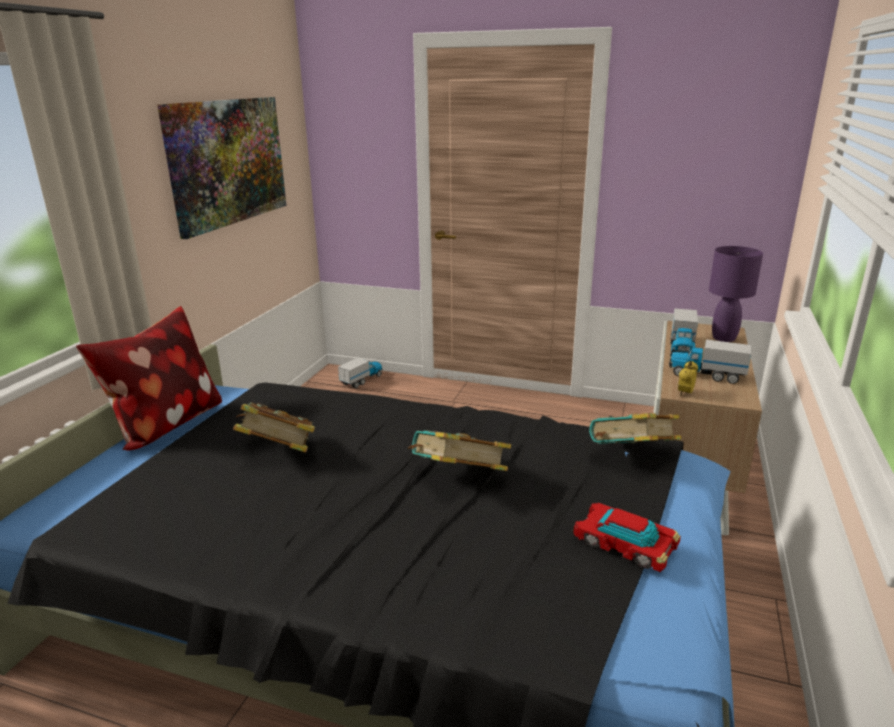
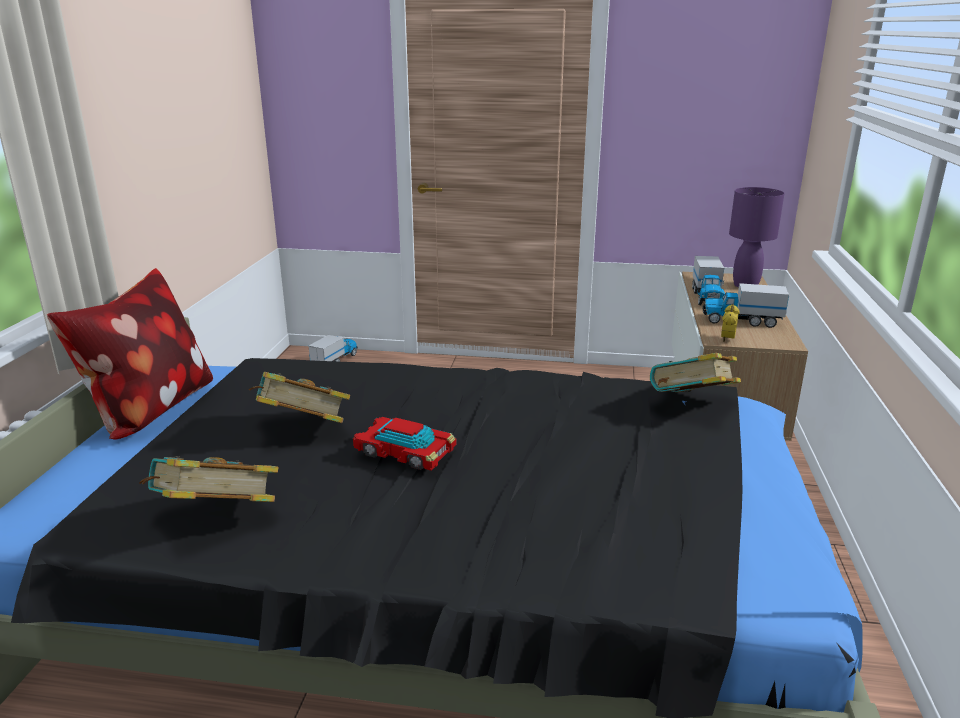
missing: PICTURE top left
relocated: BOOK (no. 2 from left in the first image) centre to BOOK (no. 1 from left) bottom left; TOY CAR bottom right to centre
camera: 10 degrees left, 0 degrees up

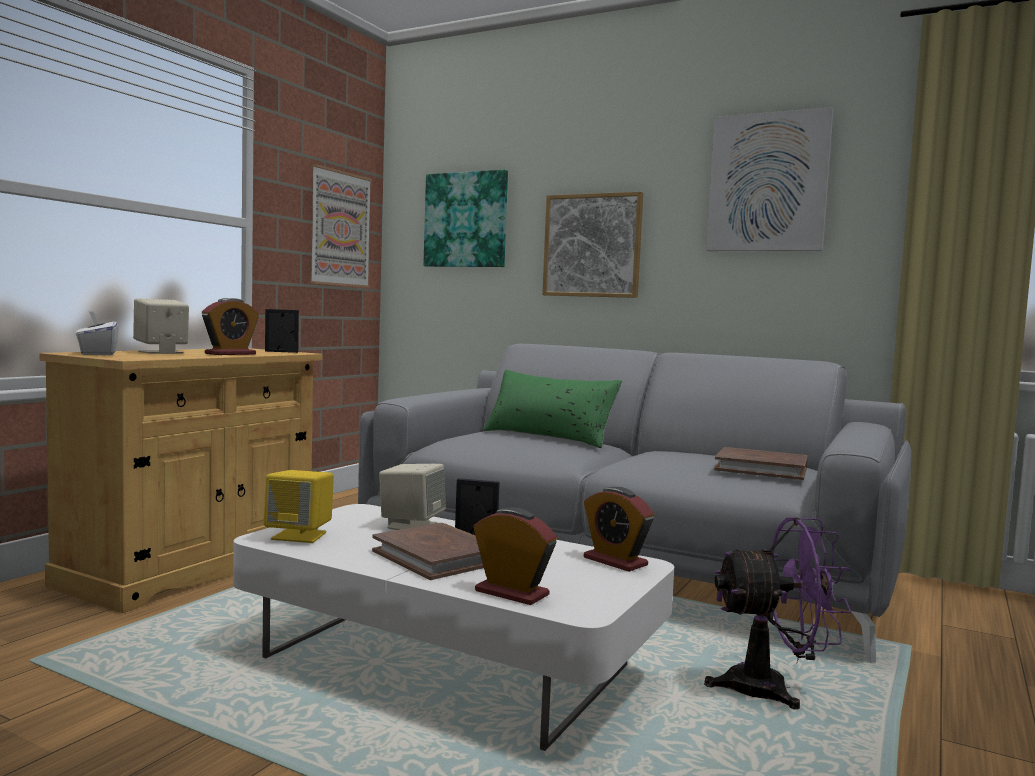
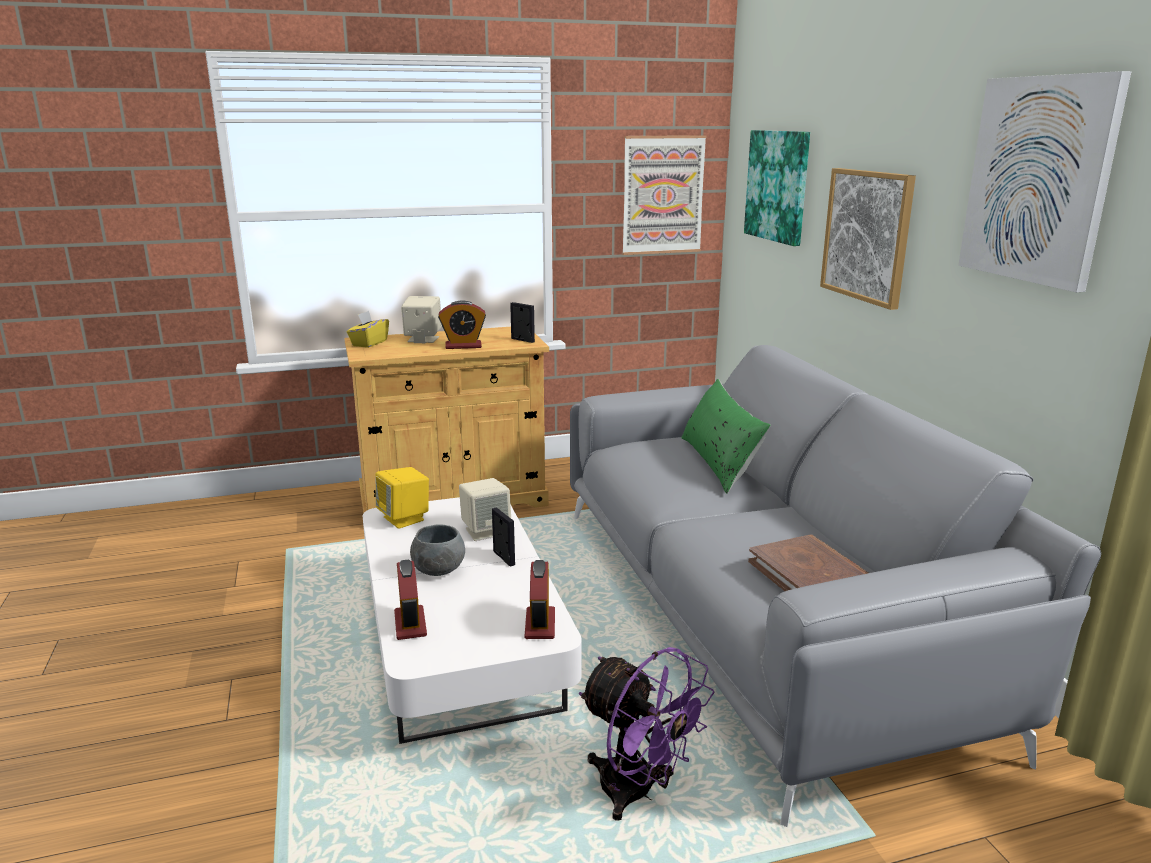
exchanged: BROWN BOOK (no. 1 from left) bottom centre to GREY BOWL centre
colour: WHITE TISSUE BOX middle left to YELLOW TISSUE BOX middle left
camera: 45 degrees right, 15 degrees up

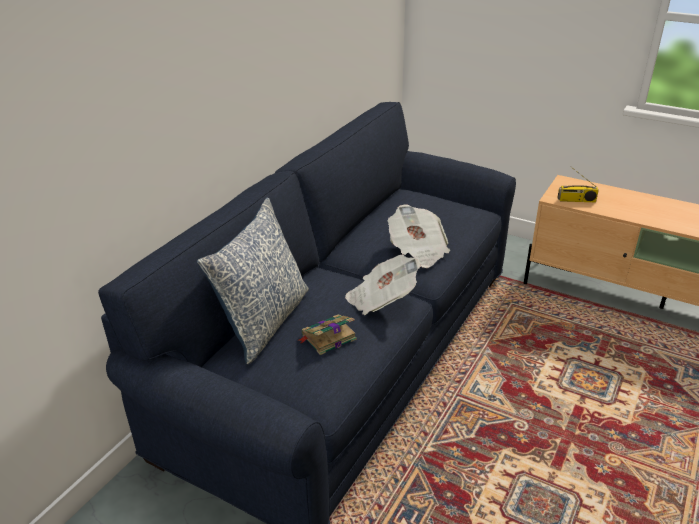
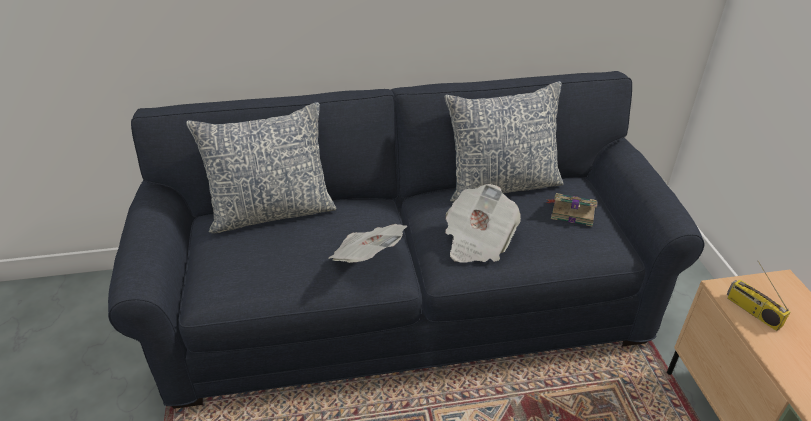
appeared: PILLOW (no. 2 from left) centre
relocated: BOOK centre to middle right
camera: 50 degrees right, 5 degrees up

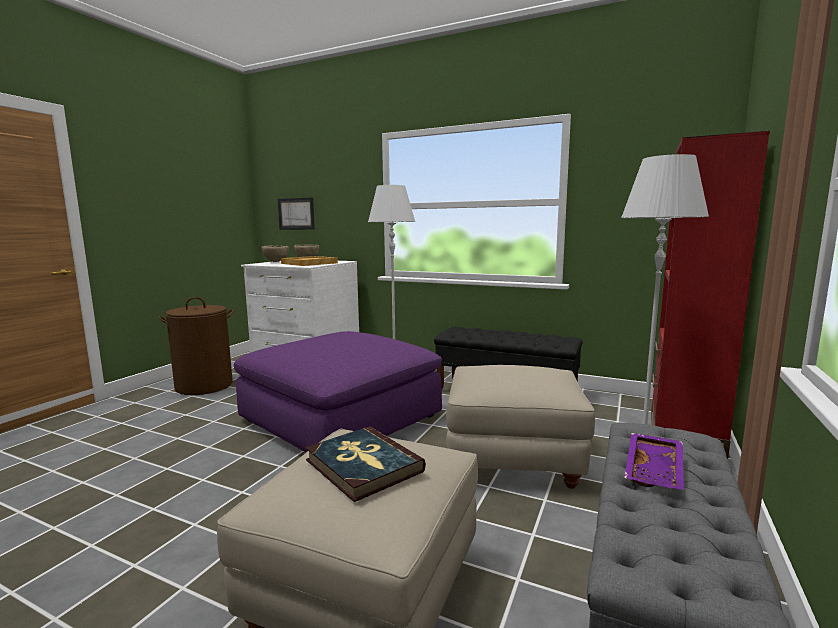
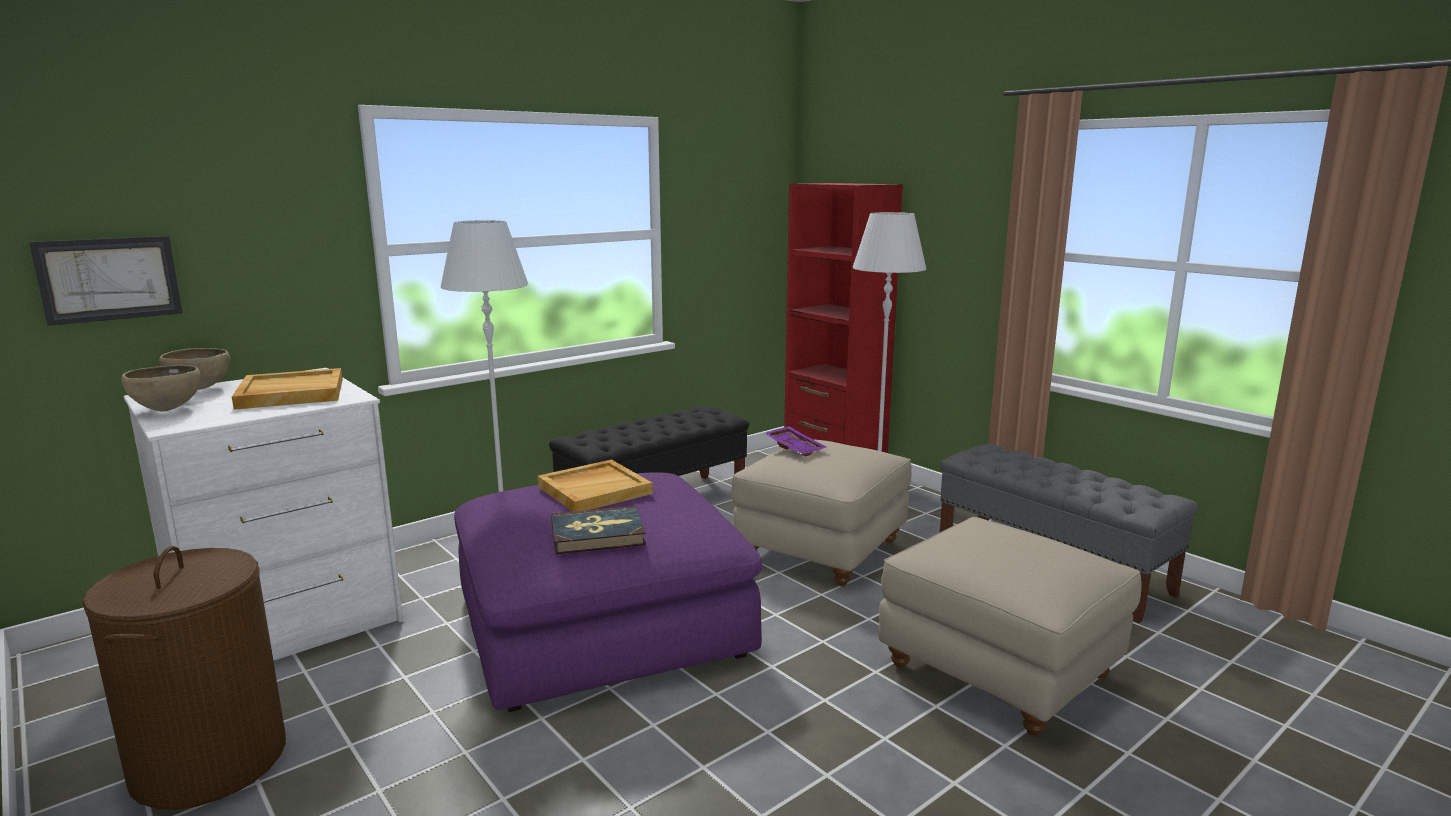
appeared: BEIGE TRAY (no. 2 from left) centre
relocated: BOOK bottom centre to centre; PURPLE TRAY bottom right to centre
camera: 65 degrees left, 5 degrees up

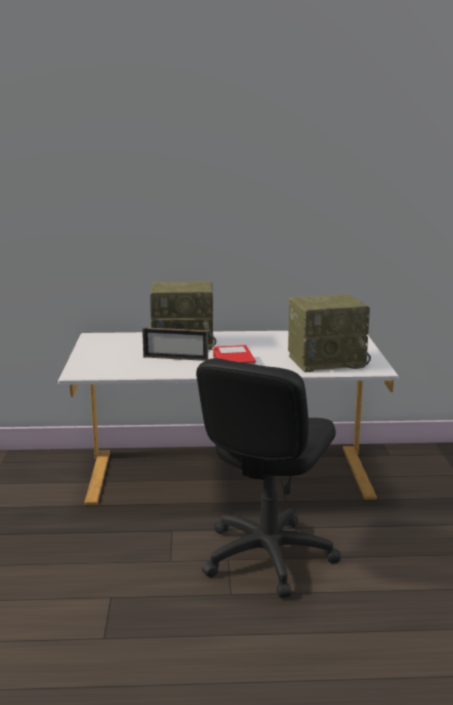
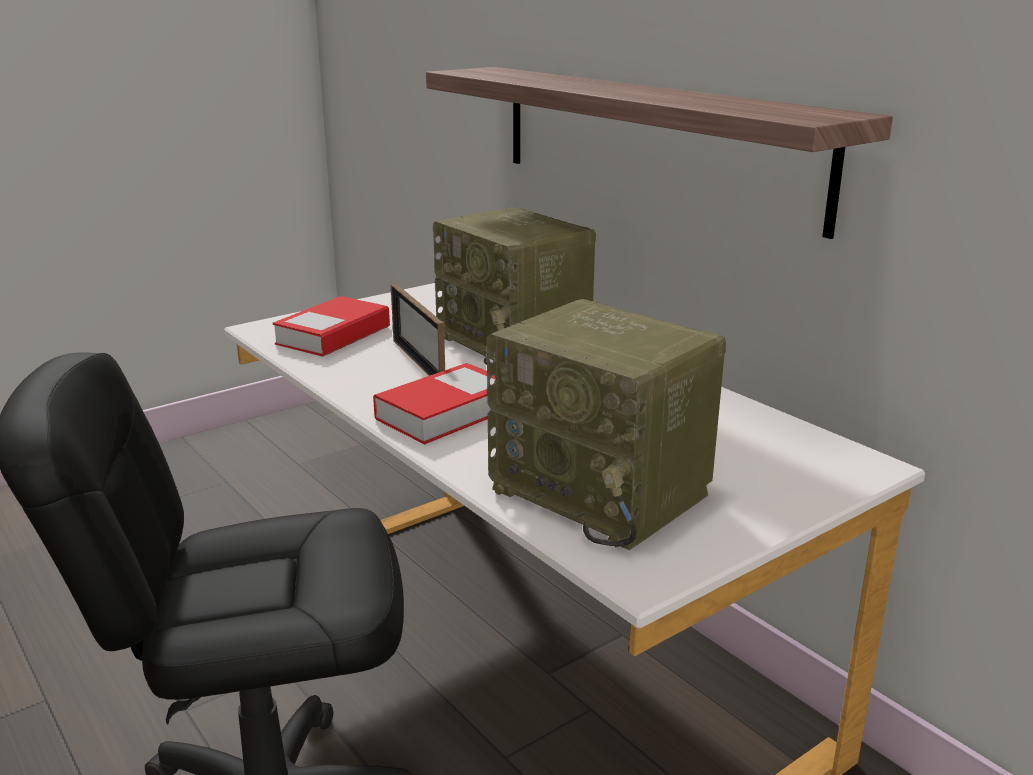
appeared: BOOK (no. 1 from left) middle left; SHELF top centre
camera: 55 degrees right, 5 degrees up

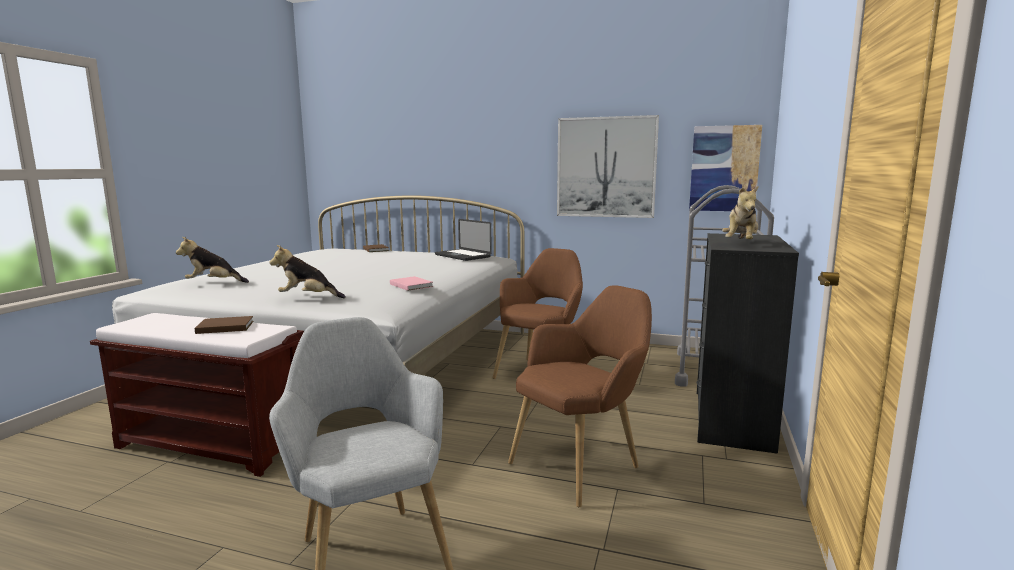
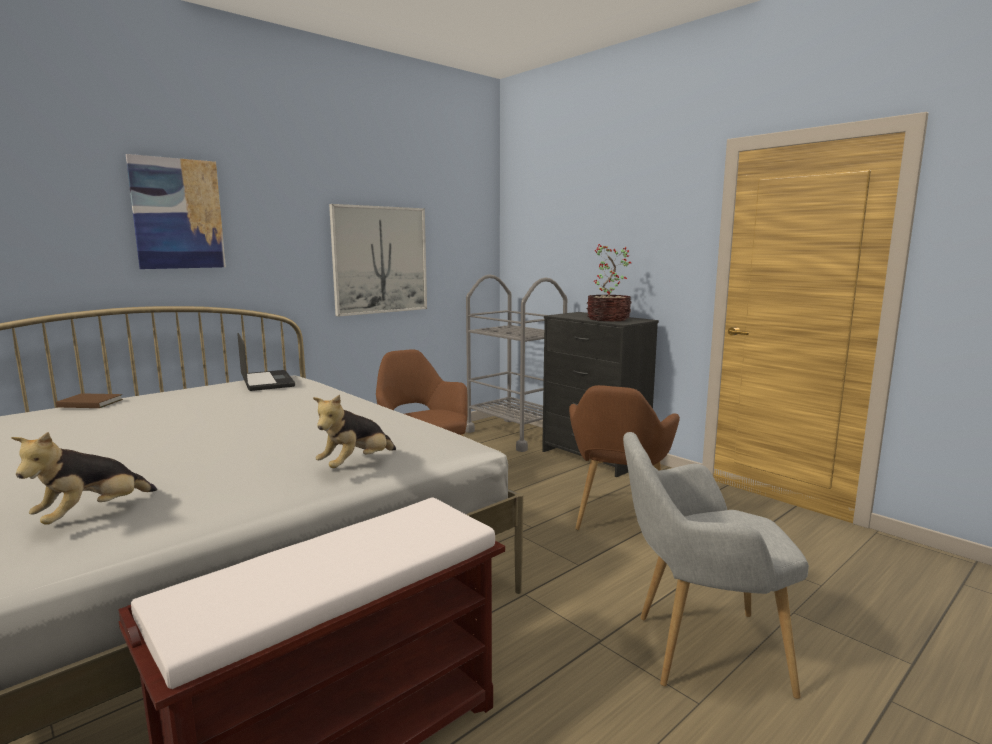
missing: BROWN BOOK (no. 1 from left) middle left; PINK BOOK centre
relocated: PICTURE (no. 2 from left in the first image) top right to PICTURE (no. 1 from left) top left
exchanged: PLUSH TOY (no. 3 from left) middle right to POTTED PLANT centre
spun: LAPTOP centre = middle left 105 degrees counterclockwise; BROWN ARMCHAIR (no. 2 from left) bottom centre = centre 150 degrees counterclockwise
camera: 60 degrees left, 0 degrees up

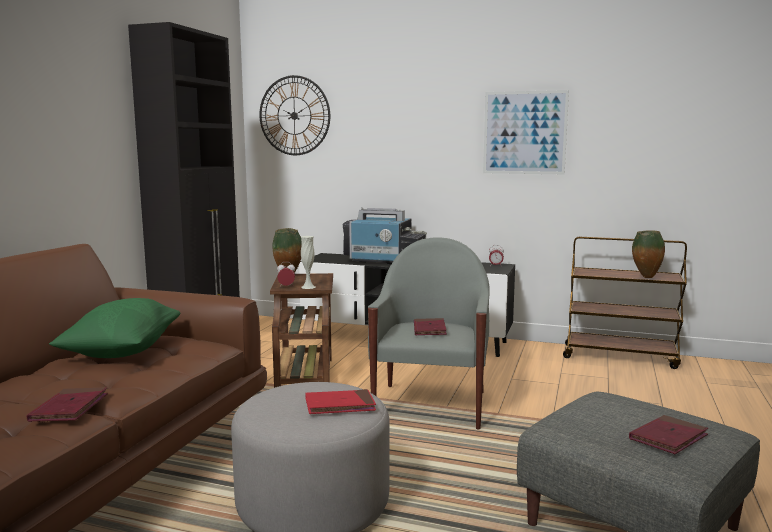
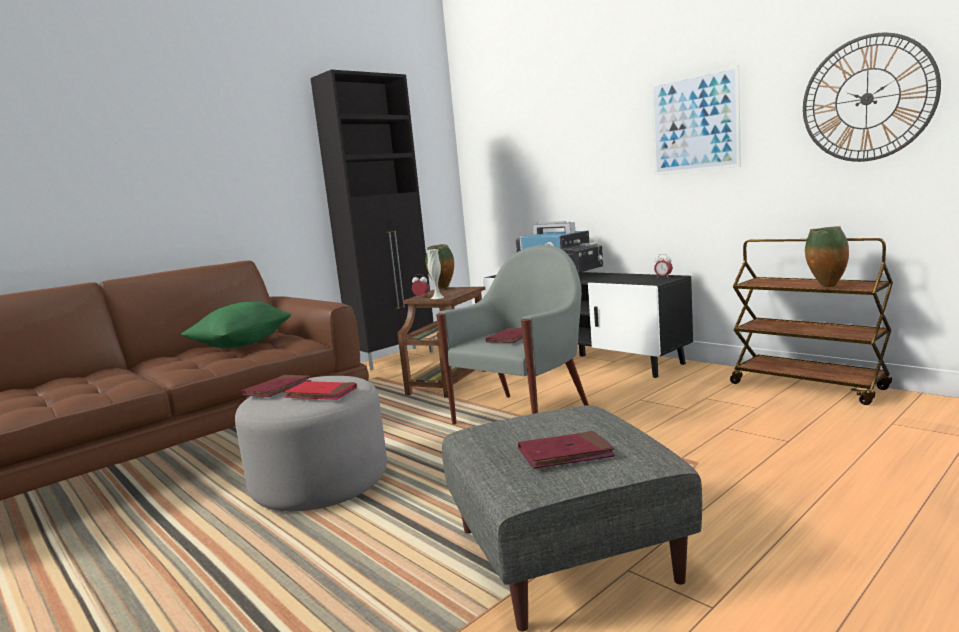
relocated: RED BOOK (no. 1 from left) bottom left to middle left; WALL CLOCK top centre to top right
camera: 30 degrees right, 0 degrees up

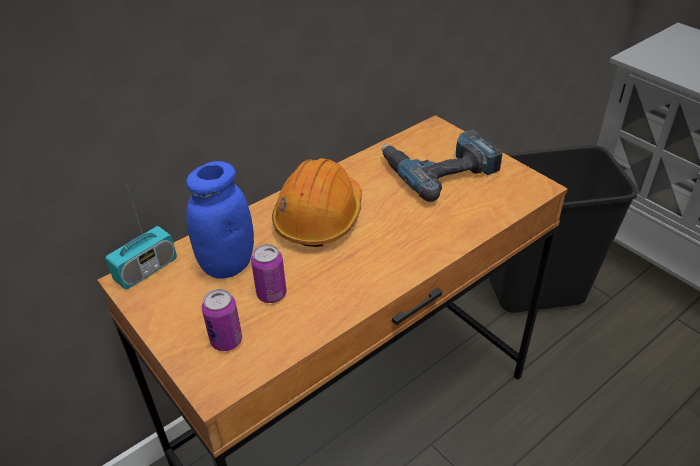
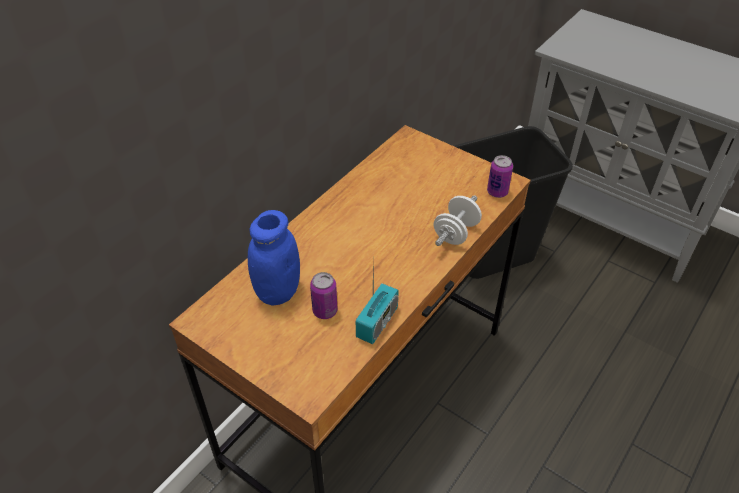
missing: ORANGE HARD HAT centre; POWER DRILL centre
appeared: WHITE DUMBBELL centre
relocated: RADIO middle left to centre; CAN (no. 1 from left in the first image) bottom left to CAN (no. 2 from left) middle right
camera: 15 degrees left, 5 degrees up

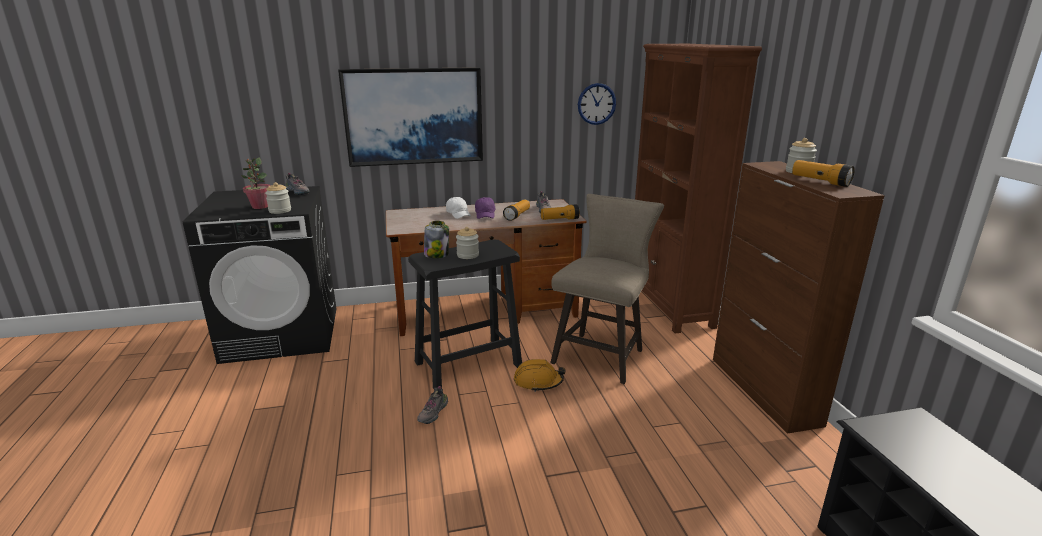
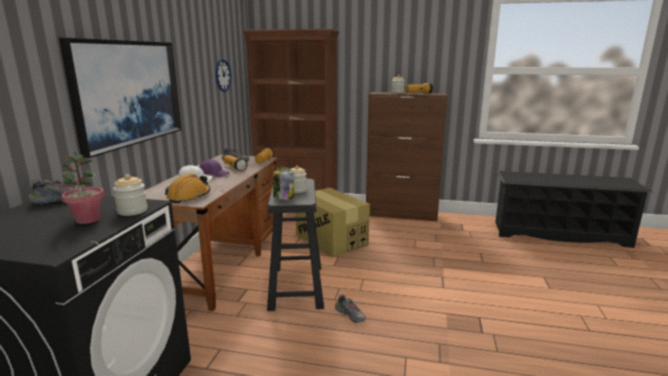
relocated: ORANGE HARD HAT bottom centre to middle left
exchanged: BEIGE STOOL centre to CARDBOARD BOX centre
camera: 65 degrees left, 5 degrees down

